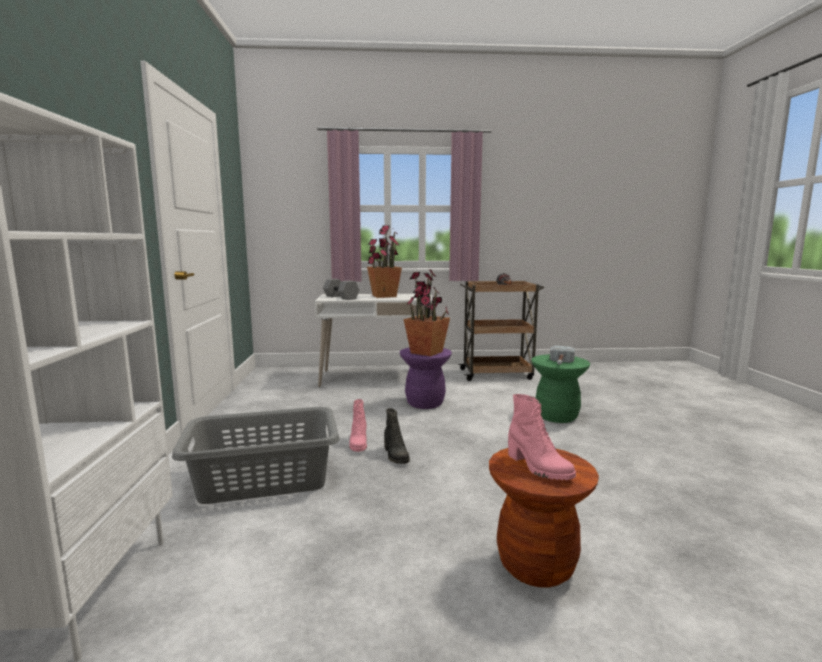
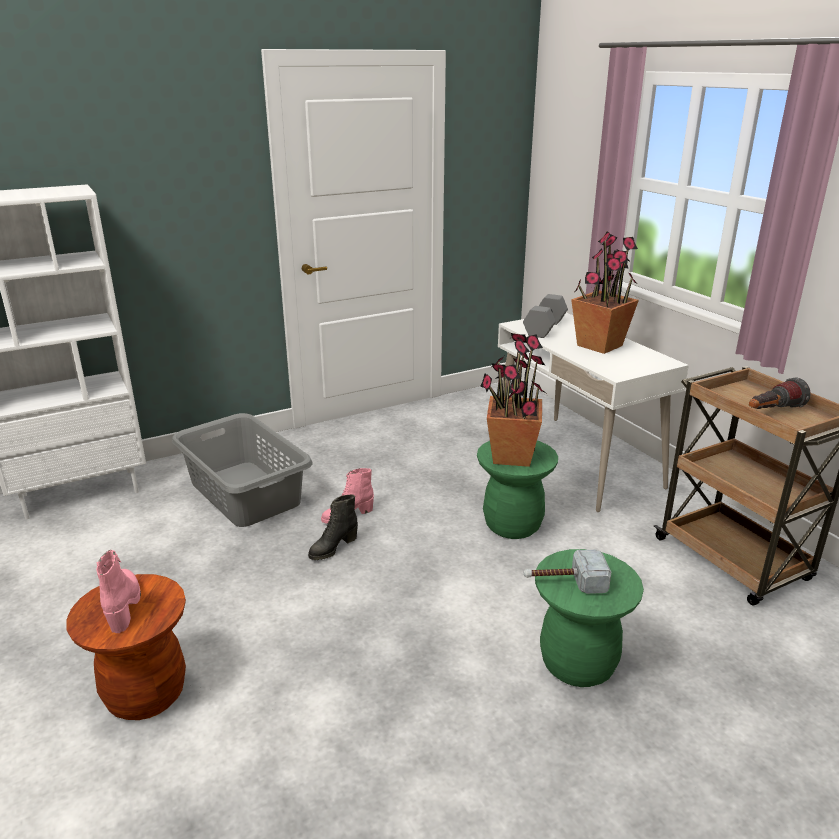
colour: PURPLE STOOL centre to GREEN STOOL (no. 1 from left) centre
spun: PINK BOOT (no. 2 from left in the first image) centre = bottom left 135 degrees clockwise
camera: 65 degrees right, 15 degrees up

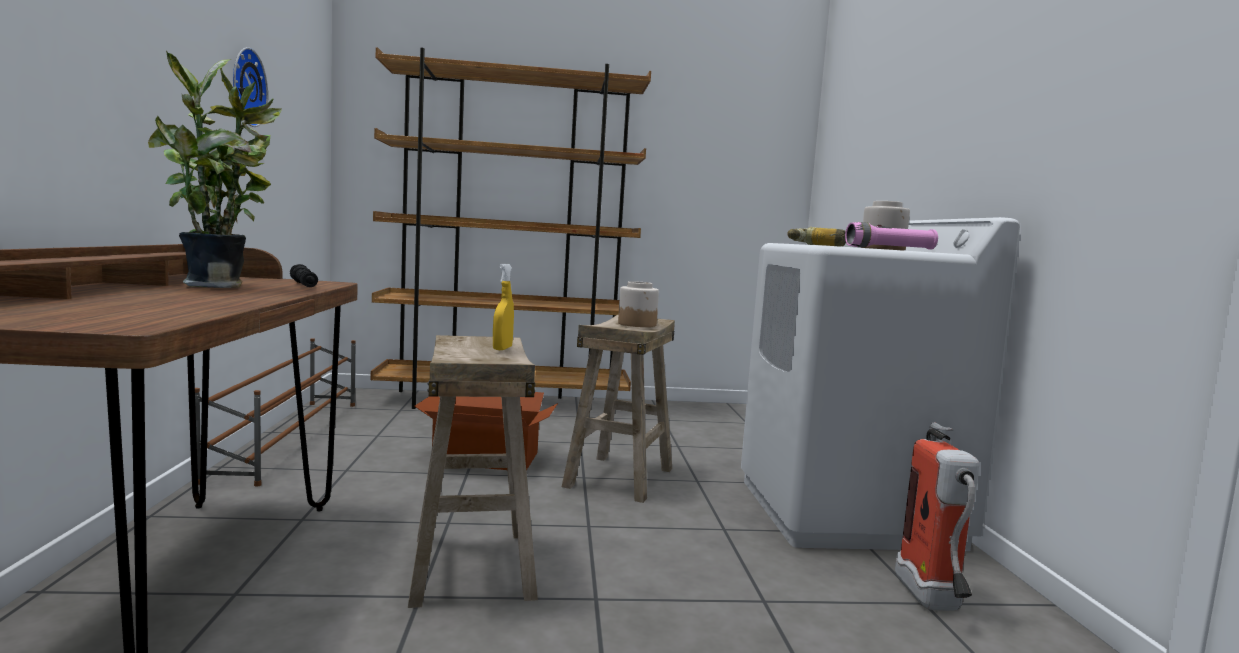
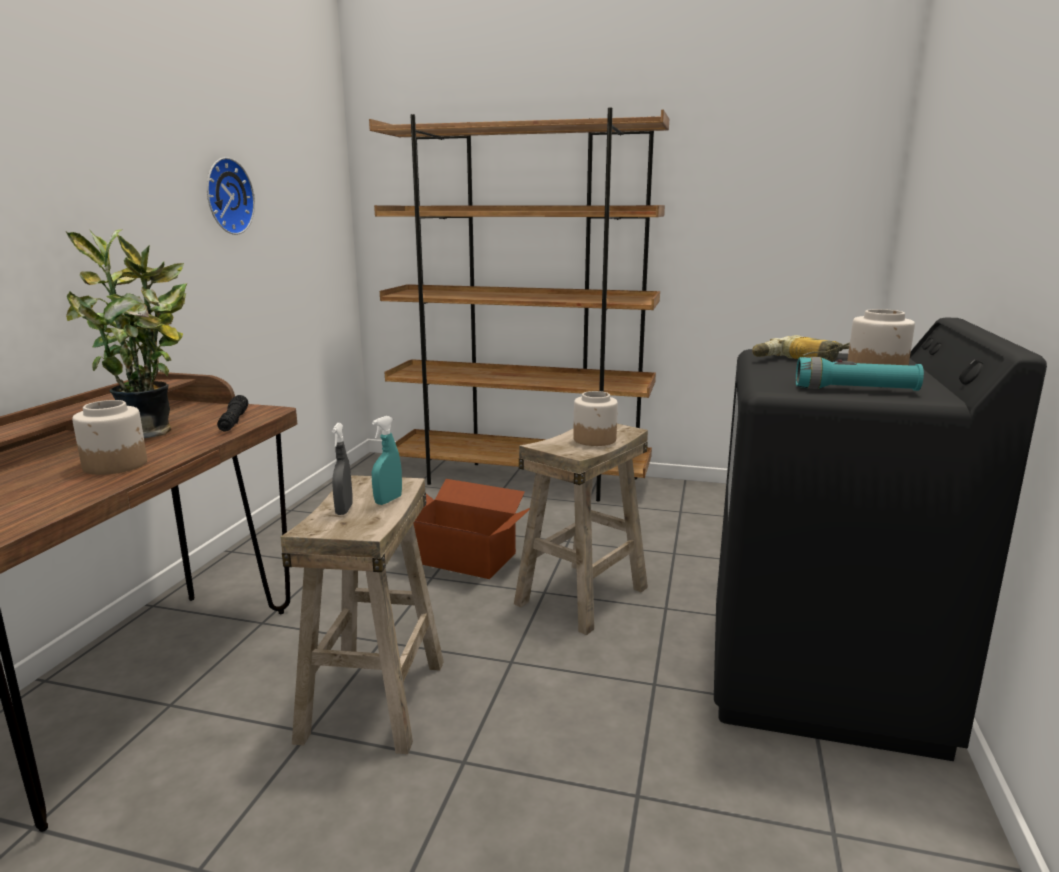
missing: BROWN SHOE RACK middle left; FIRE EXTINGUISHER bottom right
appeared: JAR (no. 1 from left) middle left; GREY SPRAY BOTTLE middle left
colour: YELLOW SPRAY BOTTLE centre to TURQUOISE SPRAY BOTTLE centre; WHITE WASHING MACHINE middle right to BLACK WASHING MACHINE middle right; PINK FLASHLIGHT middle right to TURQUOISE FLASHLIGHT middle right
camera: 20 degrees right, 10 degrees up

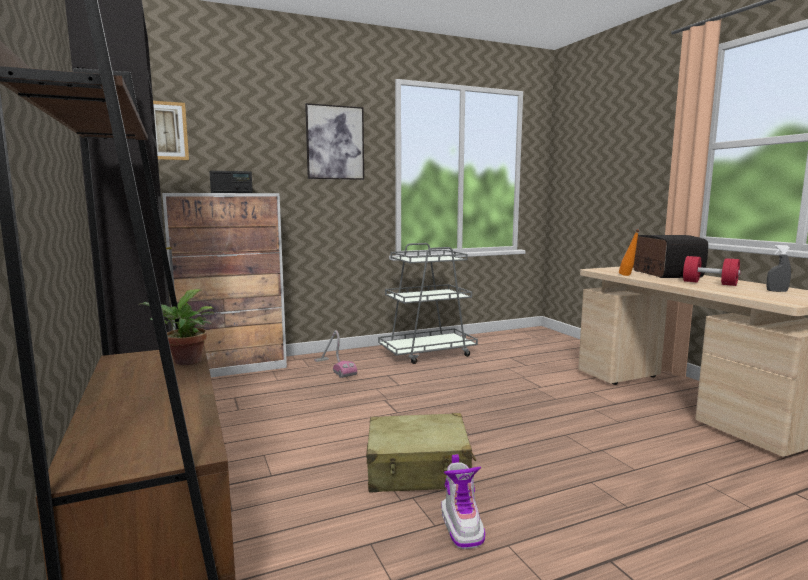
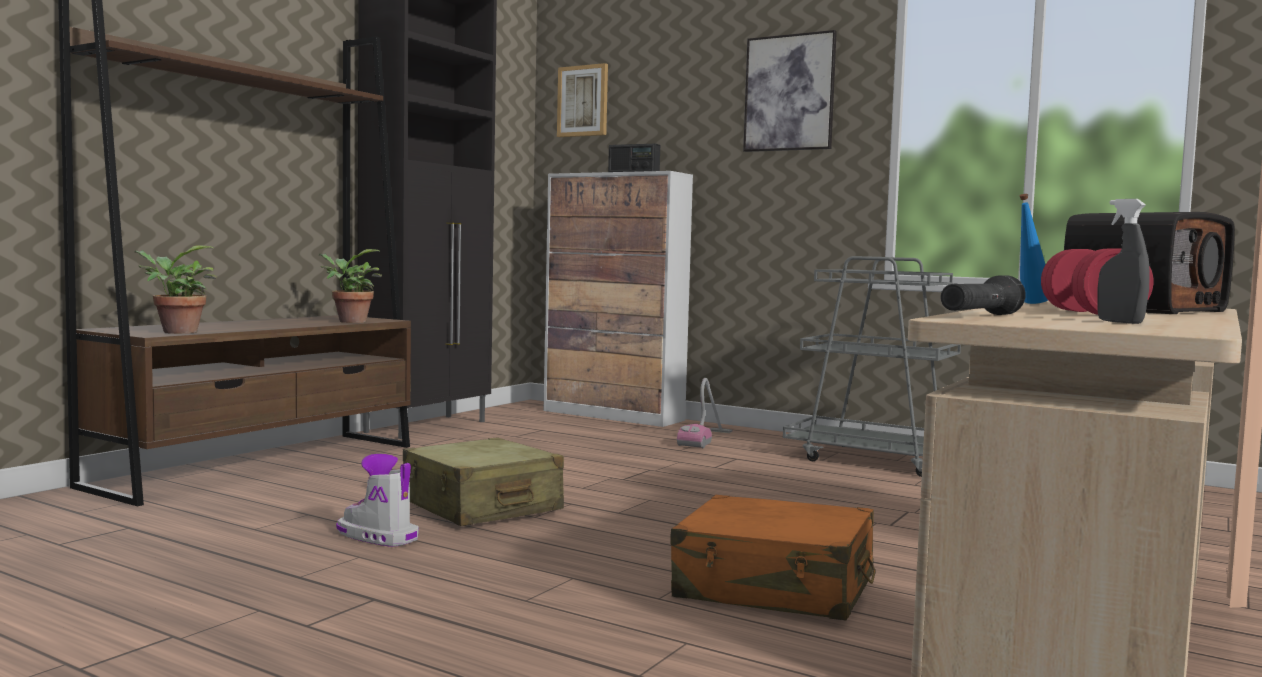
appeared: POTTED PLANT (no. 1 from left) middle left; ORANGE SUITCASE bottom centre; BLACK FLASHLIGHT middle right
colour: ORANGE BOTTLE middle right to BLUE BOTTLE middle right
spun: BOOT bottom centre = bottom left 75 degrees clockwise
camera: 55 degrees right, 5 degrees down

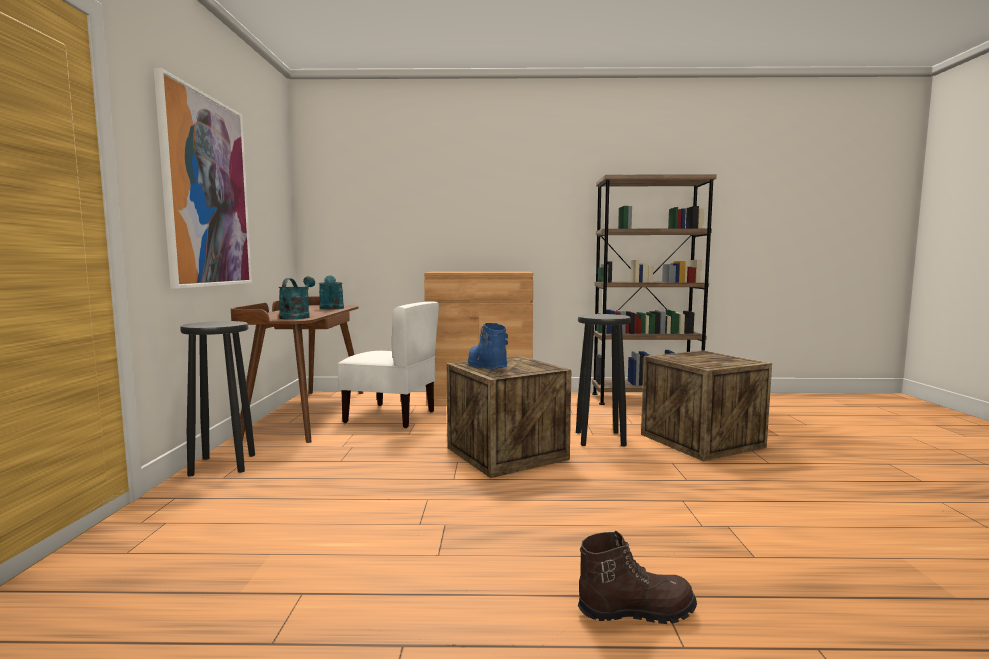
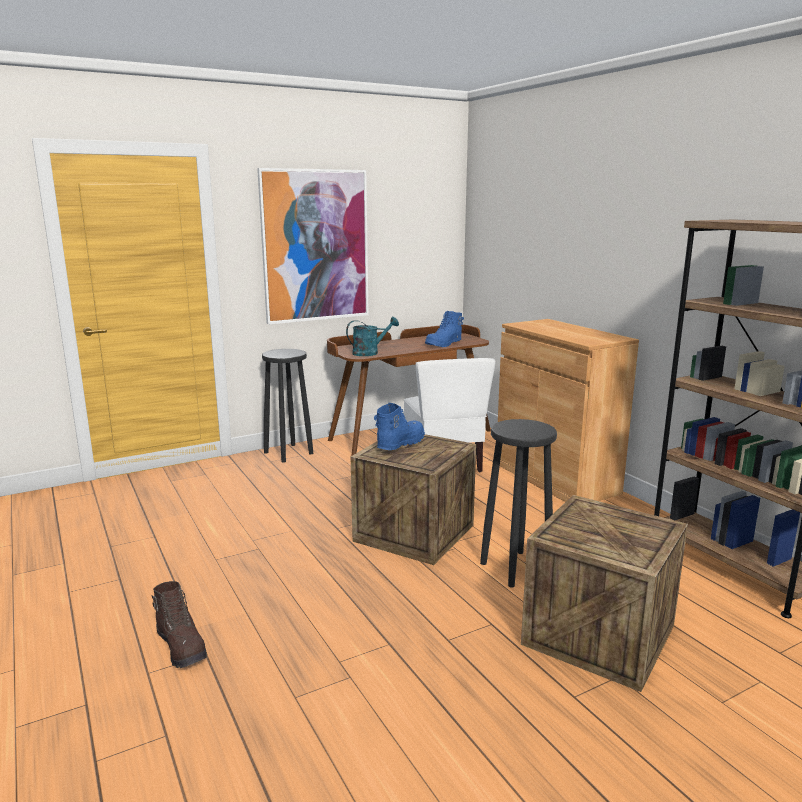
exchanged: TURQUOISE WATERING CAN (no. 2 from left) centre to BLUE BOOT (no. 2 from left) centre
camera: 60 degrees right, 10 degrees up

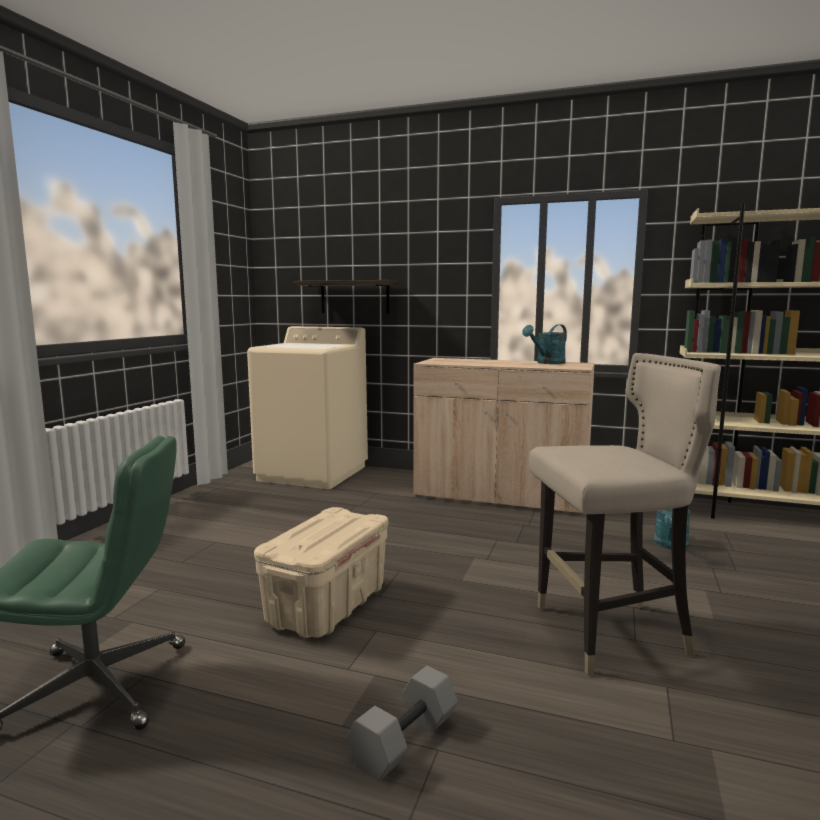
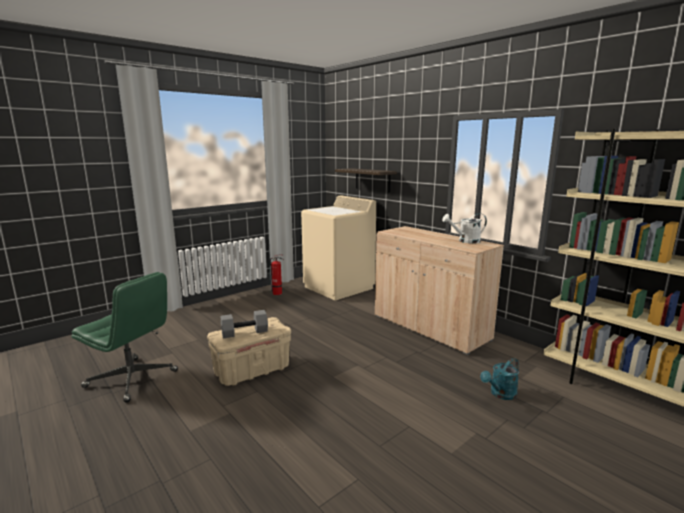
missing: BEIGE STOOL middle right
appeared: FIRE EXTINGUISHER centre
relocated: GREY DUMBBELL bottom centre to centre
colour: TURQUOISE WATERING CAN (no. 1 from left) centre to WHITE WATERING CAN middle right
camera: 30 degrees right, 5 degrees up

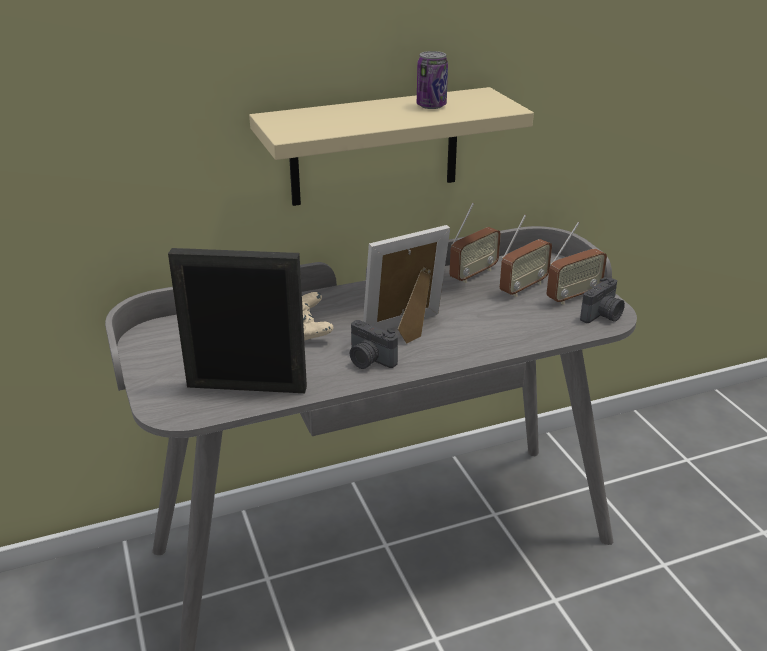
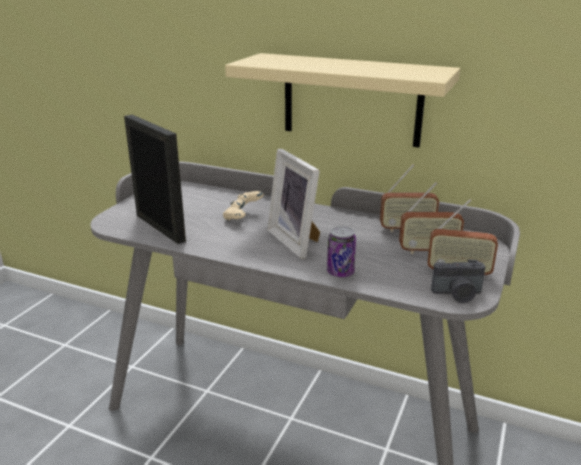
missing: PHOTO CAMERA (no. 1 from left) centre
relocated: CAN top centre to centre
spun: PICTURE FRAME (no. 2 from left) centre = centre 135 degrees counterclockwise
camera: 45 degrees right, 5 degrees down

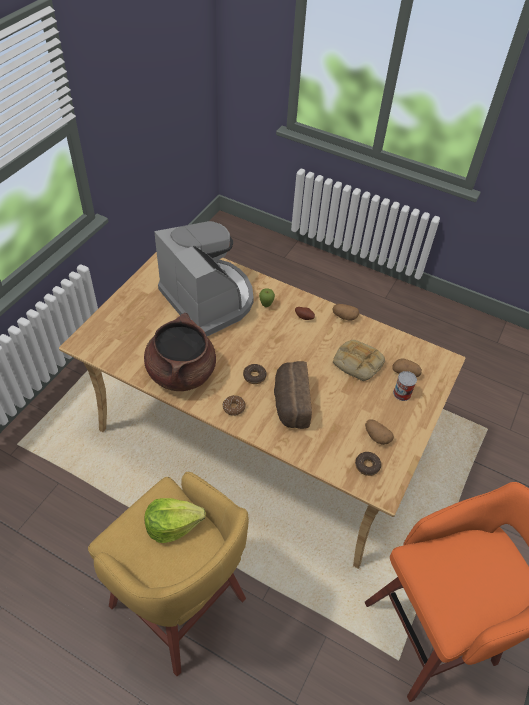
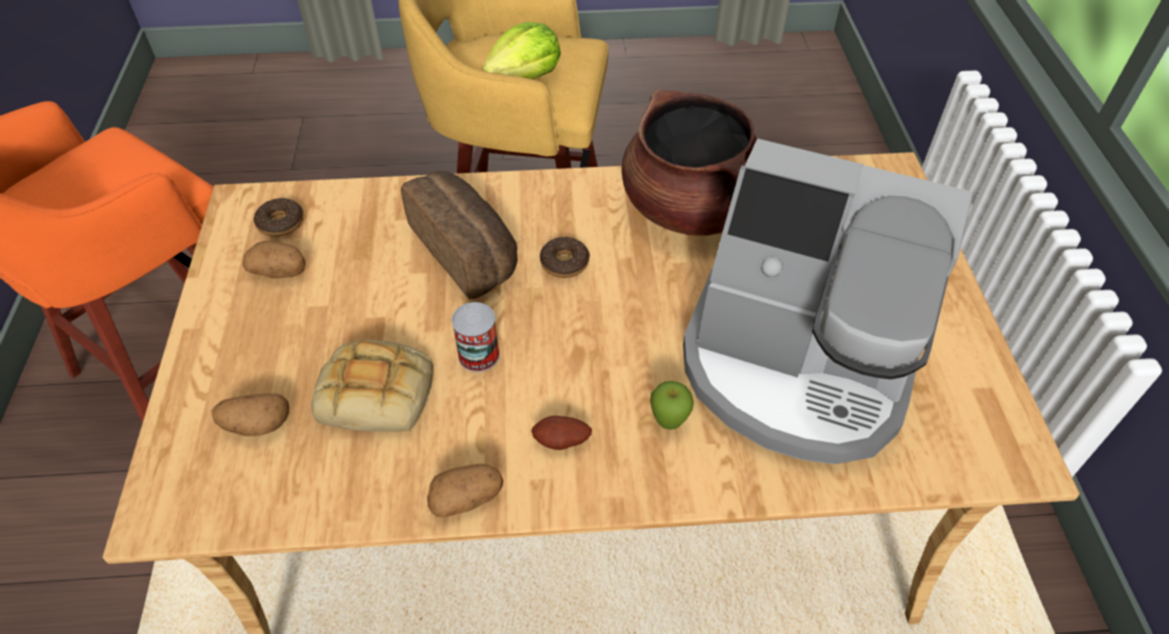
missing: DONUT (no. 1 from left) centre
relocated: CAN middle right to centre
camera: 150 degrees right, 0 degrees up

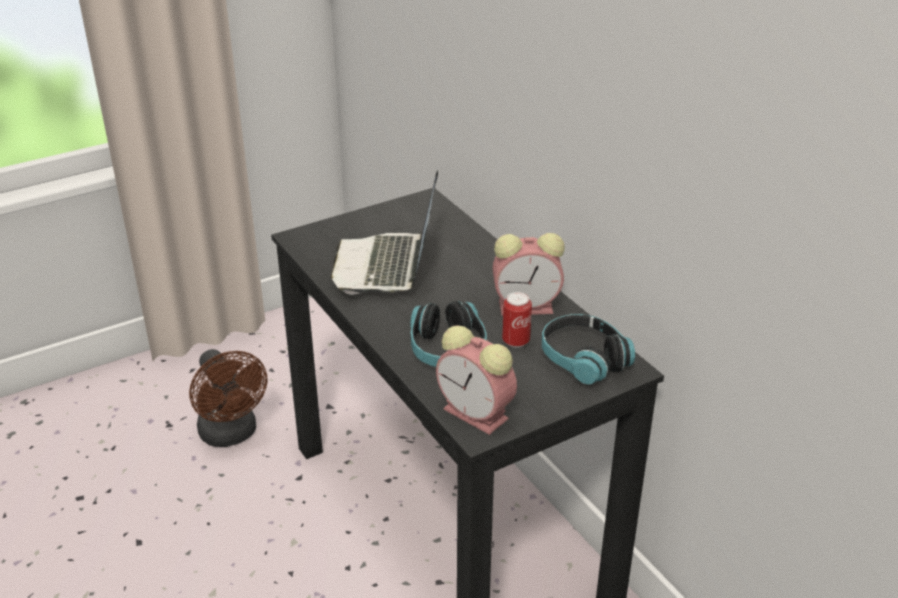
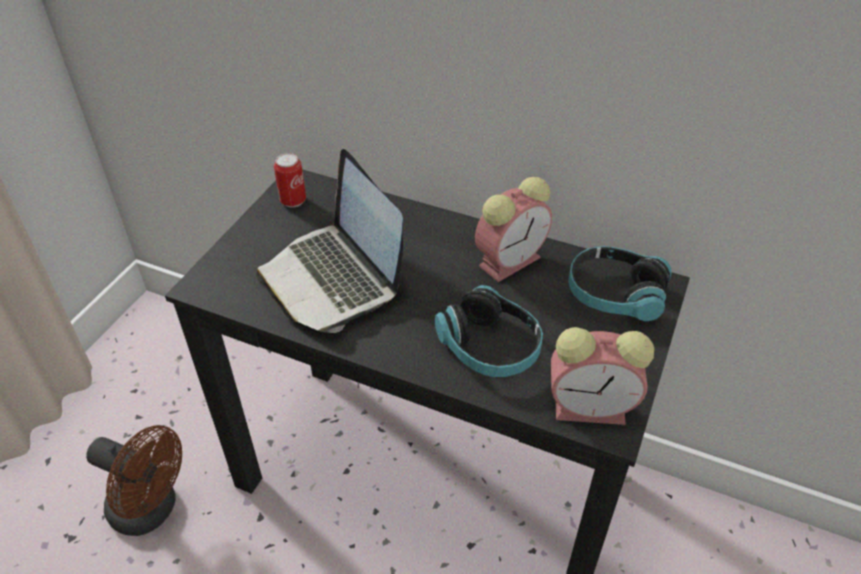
relocated: CAN centre to top centre
camera: 35 degrees left, 10 degrees up

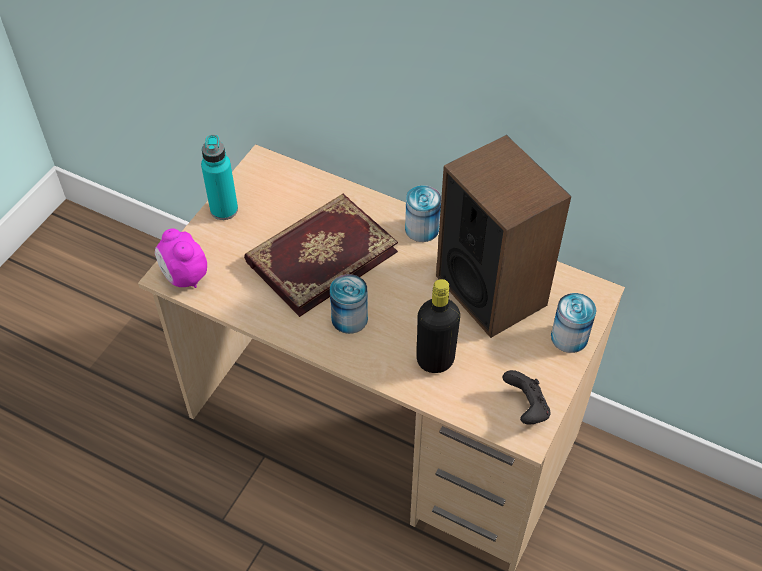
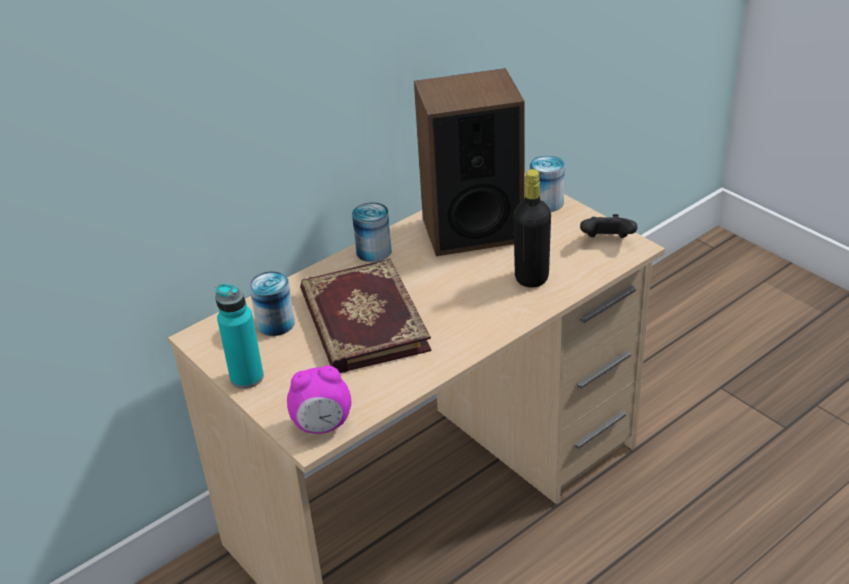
relocated: CAN (no. 1 from left) centre to middle left
camera: 65 degrees left, 15 degrees down

